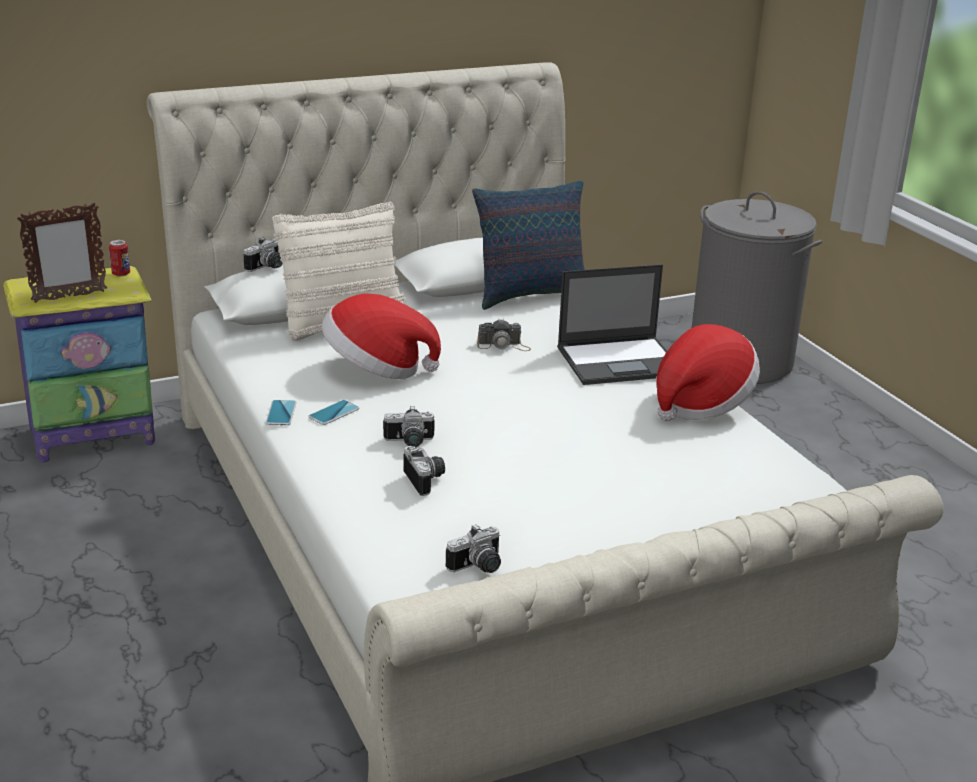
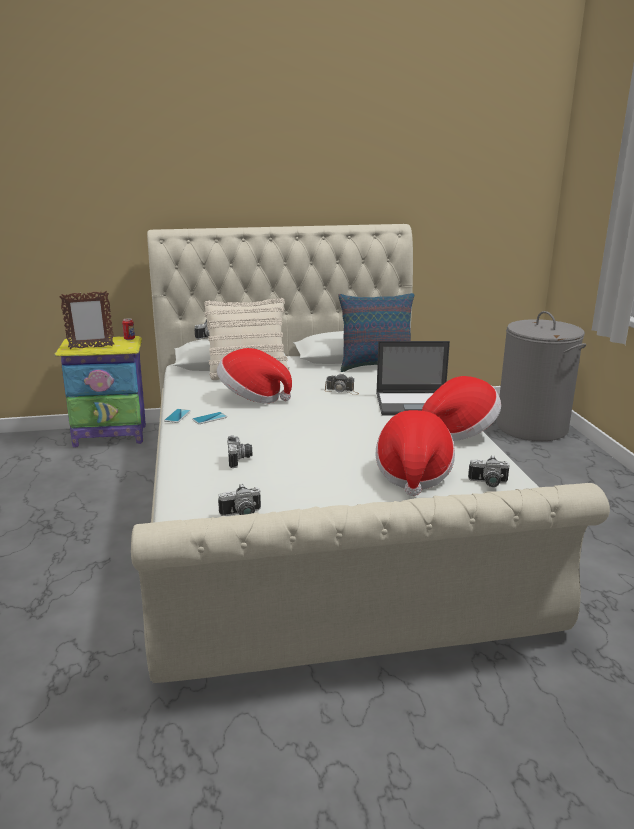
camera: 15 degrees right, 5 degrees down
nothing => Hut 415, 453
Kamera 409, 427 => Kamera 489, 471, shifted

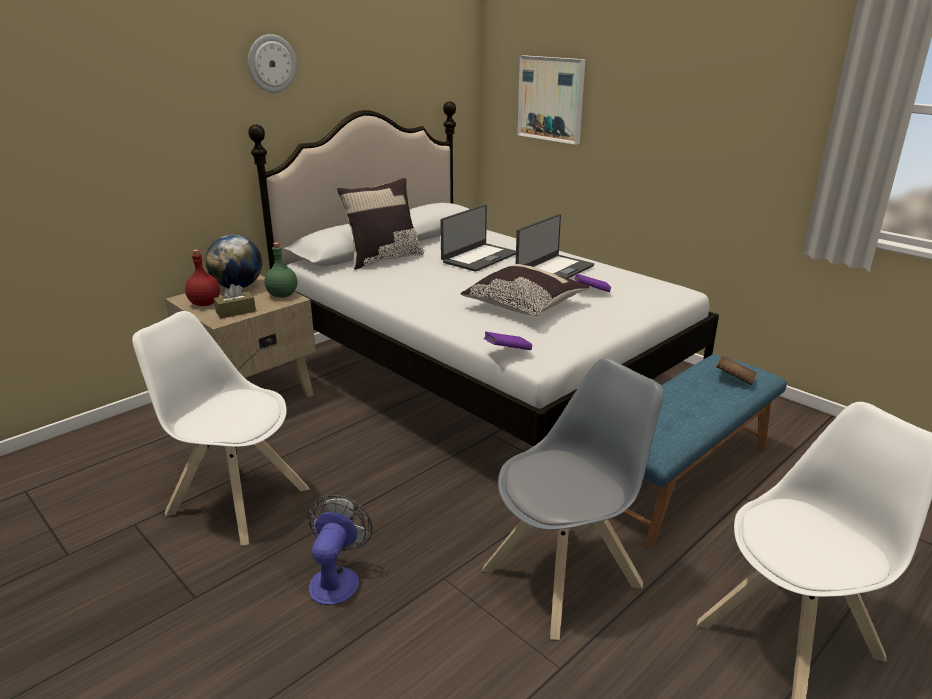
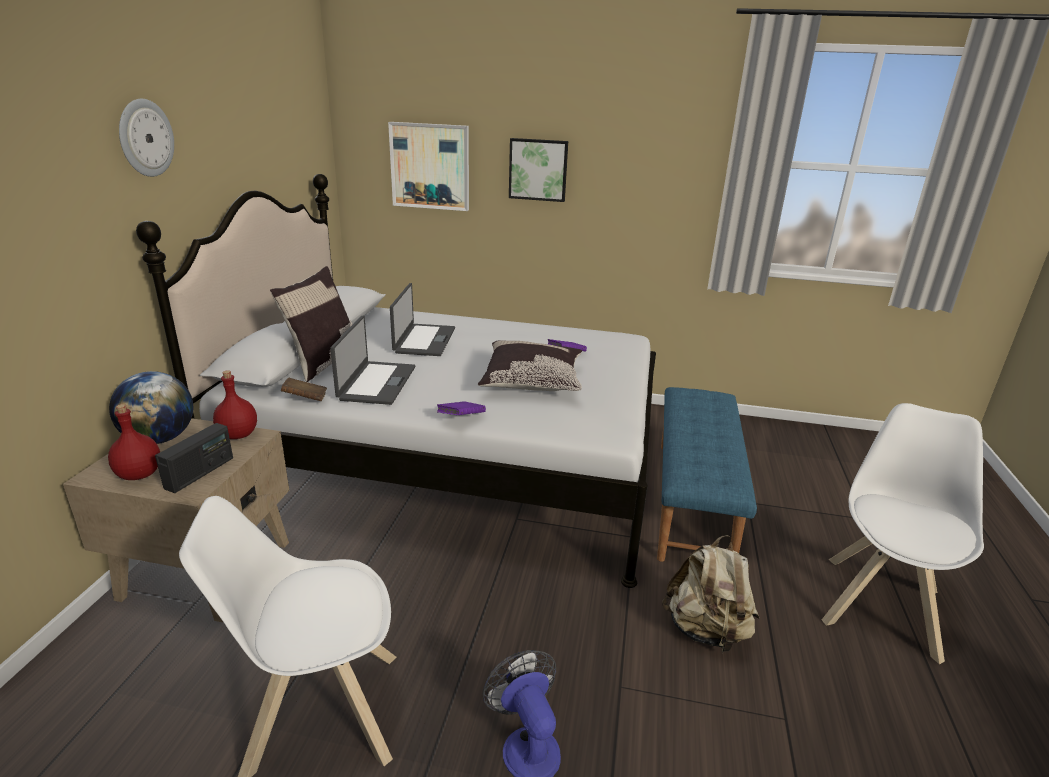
camera: 35 degrees left, 0 degrees up
nothing => Bild 538, 170
Buch/lila 508, 340 => Buch/lila 461, 408, shifted
Laptop 555, 246 => Laptop 372, 360, shifted
Buch/braun 736, 370 => Buch/braun 304, 389, shifted
Taschentuchbox/braun 235, 301 => Radio 194, 458
Stuhl/grau 573, 499 => Rucksack/beige 710, 594
Flasche/grün 280, 270 => Flasche/rot 235, 404

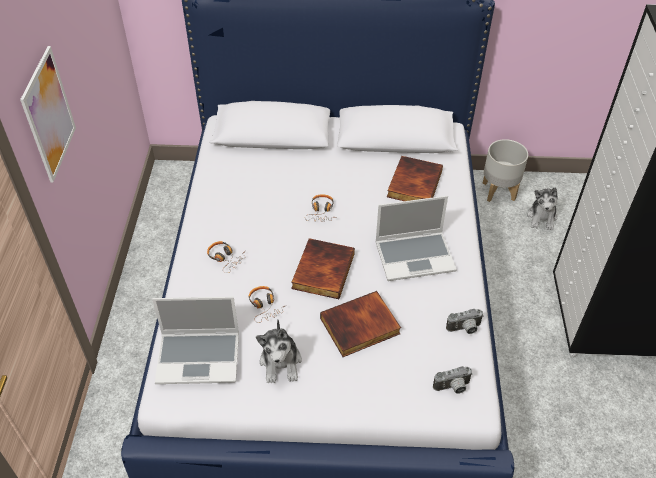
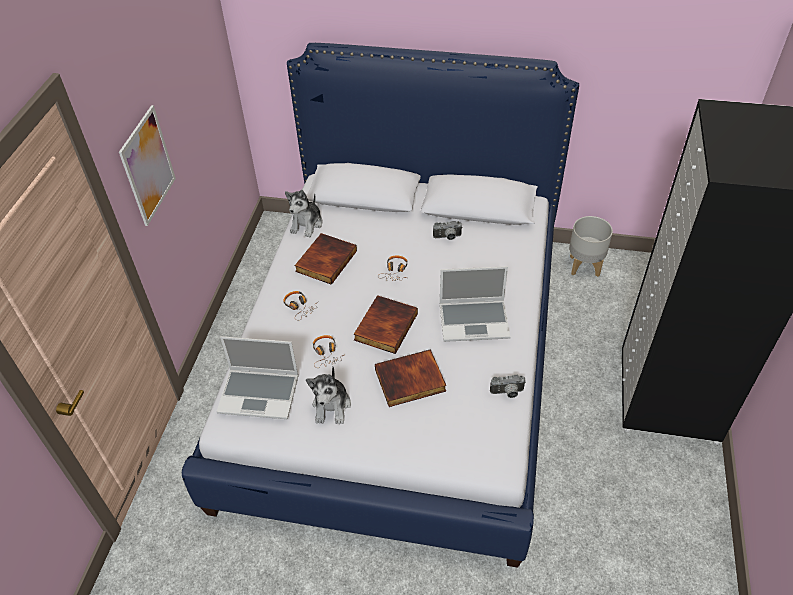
camera: 10 degrees right, 0 degrees up
Buch 415, 178 => Buch 326, 259, shifted
Kamera 453, 380 => Kamera 448, 230, shifted
Plüschtier 542, 209 => Plüschtier 304, 213, shifted

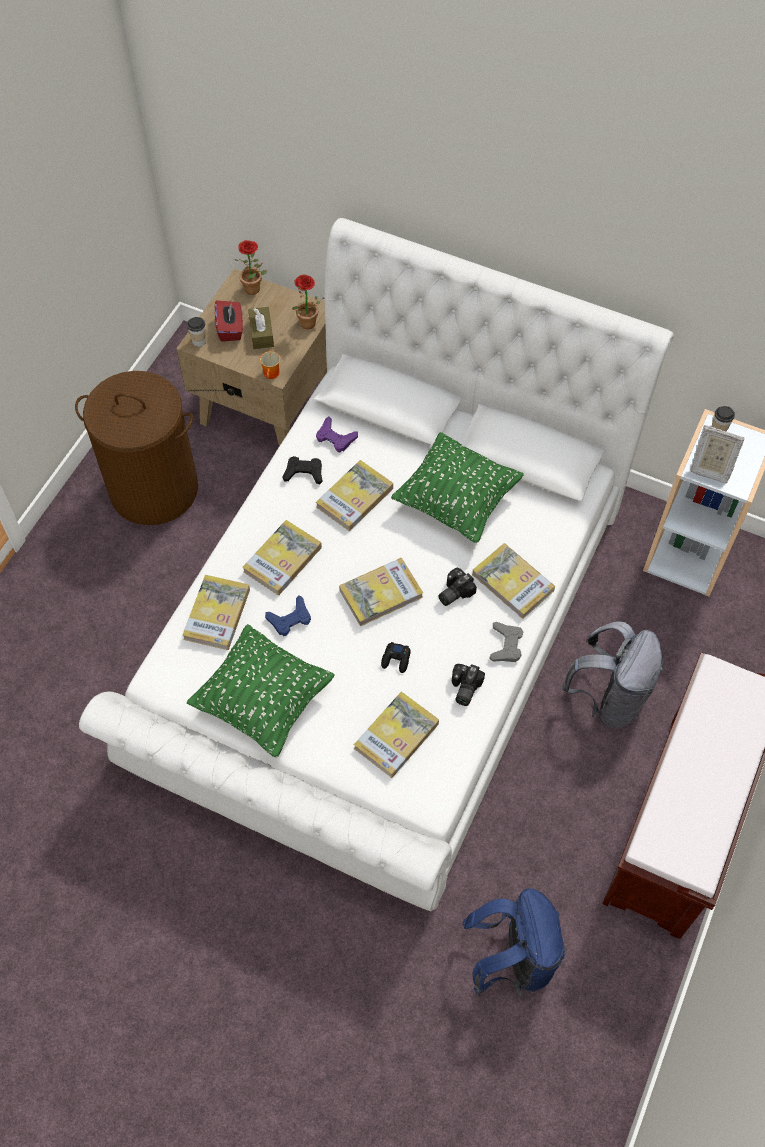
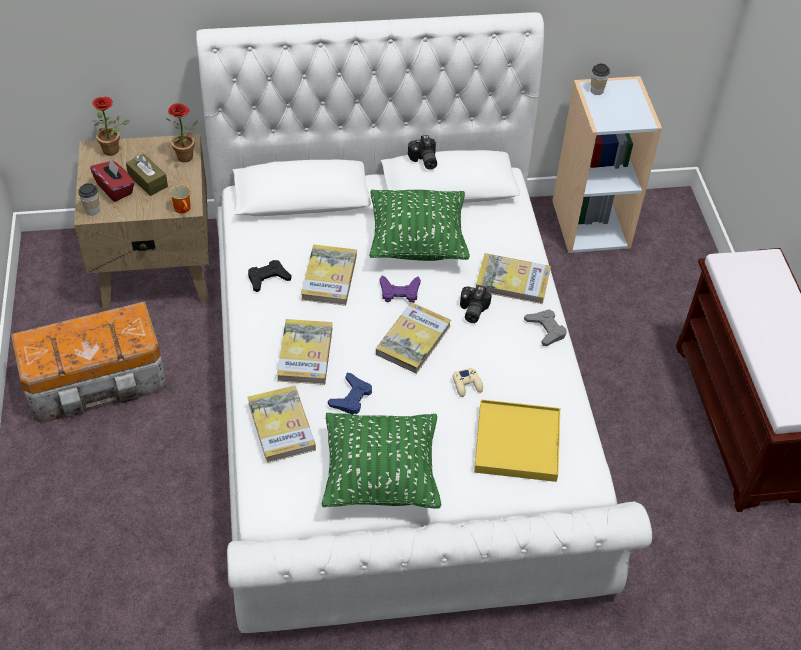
camera: 35 degrees left, 10 degrees down
Rucksack/blau 513, 942 => nothing
Rucksack/grau 612, 675 => nothing
Bilderrahmen 717, 454 => nothing
Gamepad/lila 337, 435 => Gamepad/lila 400, 289, shifted
Kamera 468, 685 => Kamera 422, 152, shifted
Wäschekorb/braun 136, 448 => Aufbewahrungsbox 89, 362
Buch 396, 734 => Tablett/gelb 517, 440
Gamepad/schwarz 396, 657 => Gamepad/beige 468, 382

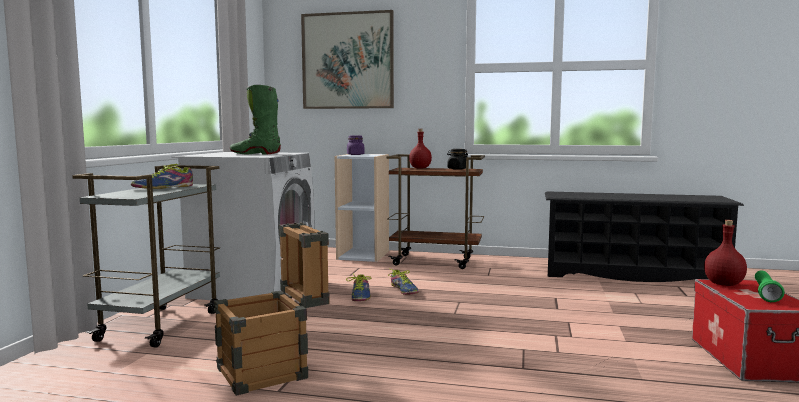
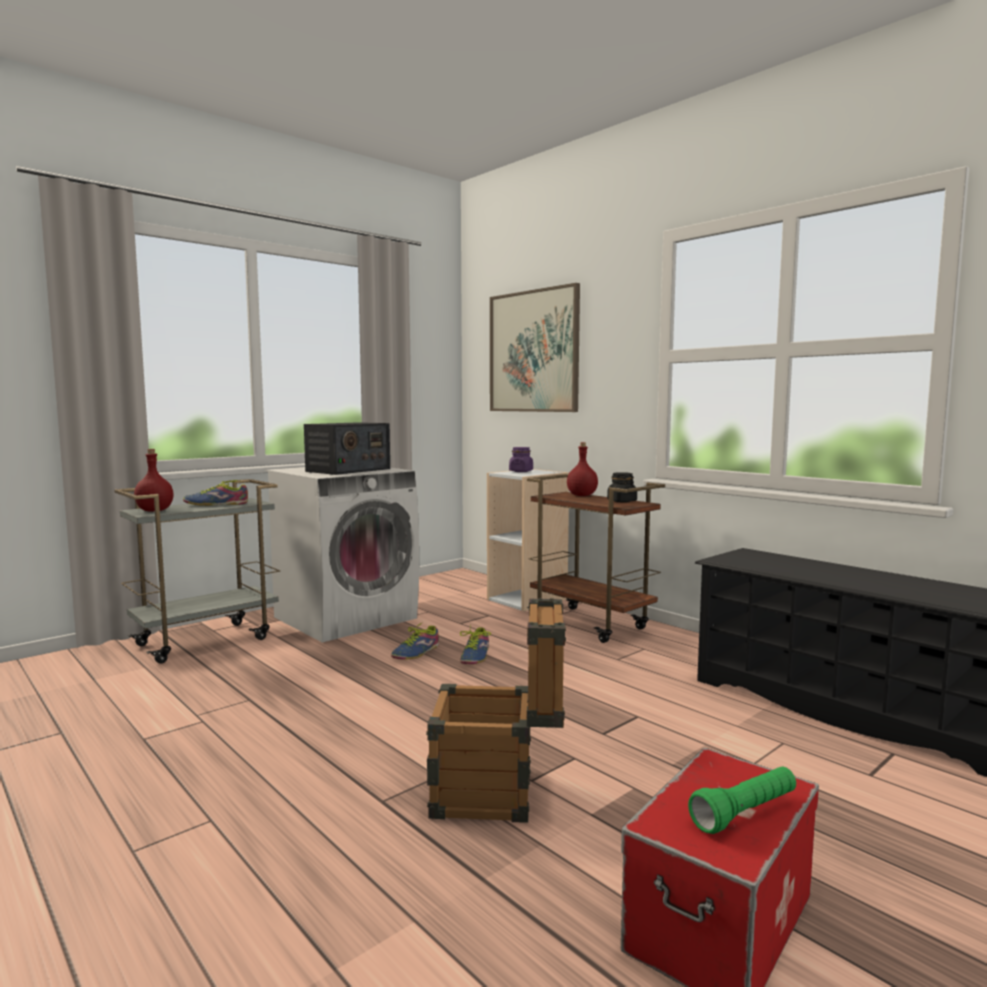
camera: 35 degrees right, 0 degrees up
Kiste 272, 309 => Kiste 496, 710, shifted
Flasche/rot 725, 253 => Flasche/rot 154, 480, shifted
Stiefel/grün 255, 120 => Radio 347, 448

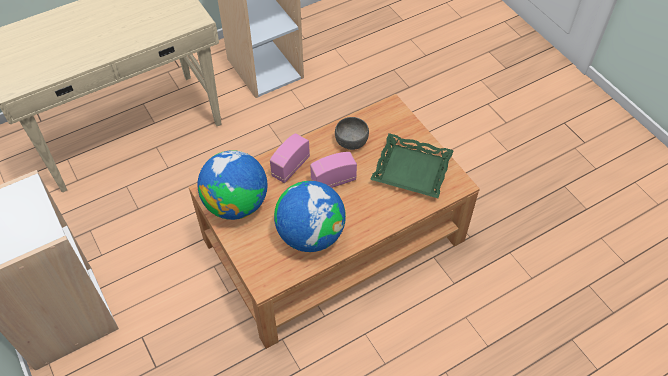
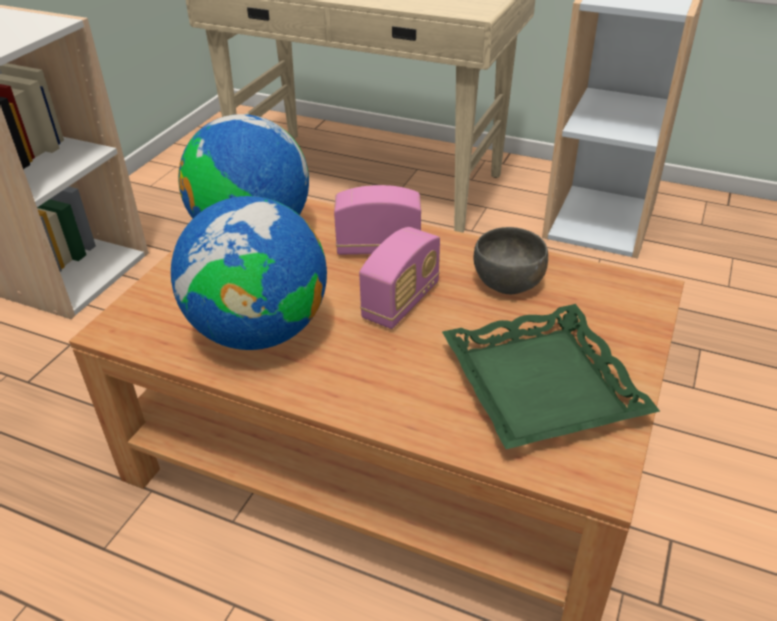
camera: 55 degrees right, 15 degrees down
Radio 333, 170 => Radio 399, 278, 90 degrees clockwise

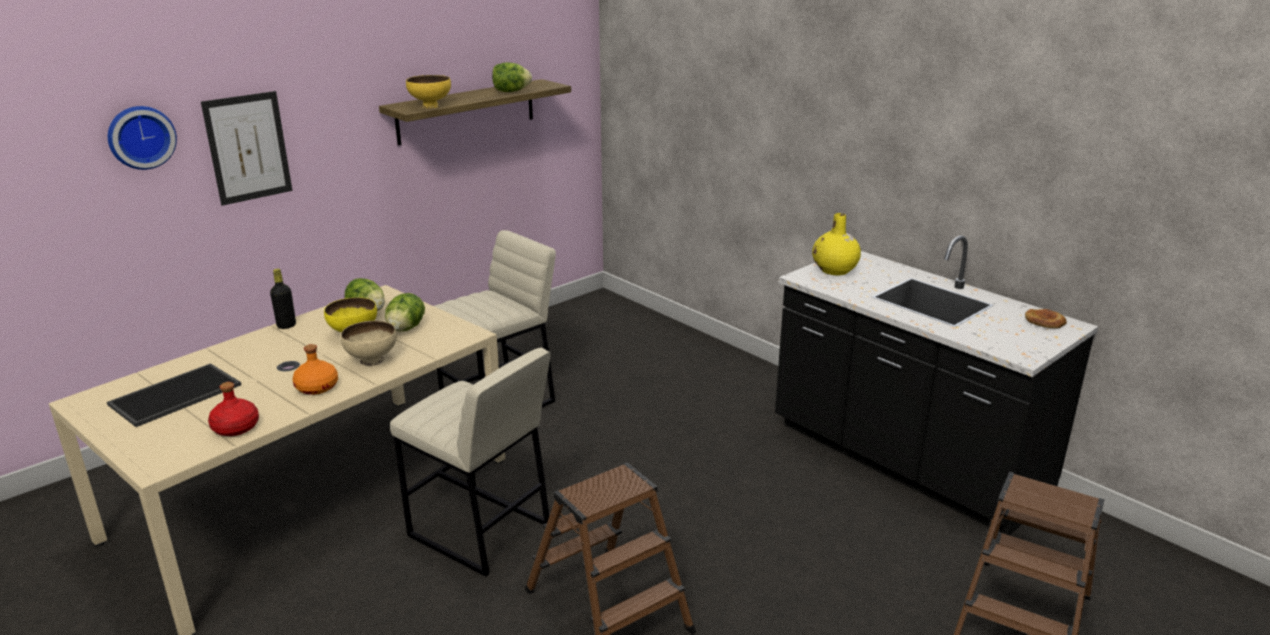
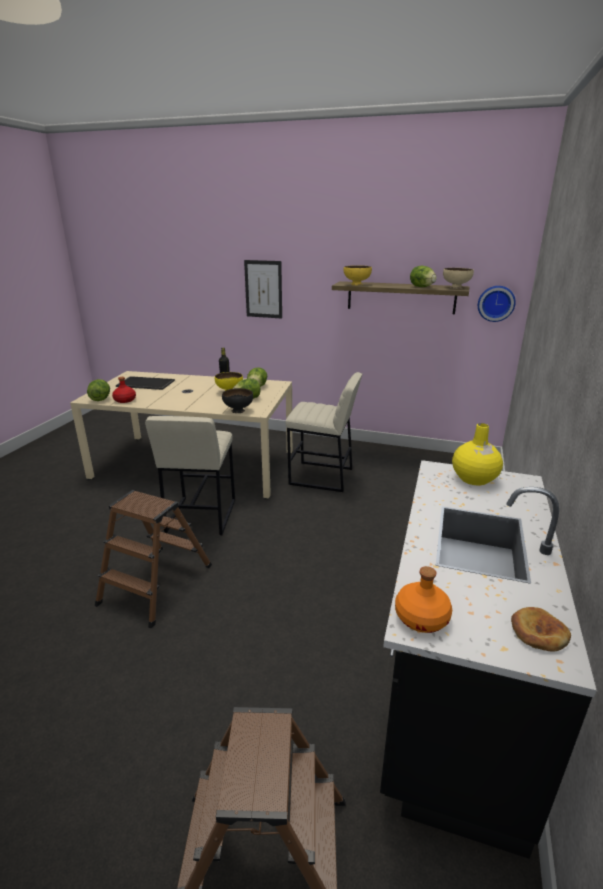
camera: 60 degrees right, 0 degrees up
nothing => Salatkopf 98, 390
nothing => Schüssel/schwarz 237, 400
Wanduhr 142, 138 => Wanduhr 497, 304, shifted
Flasche/orange 315, 369 => Flasche/orange 423, 599, shifted
Schüssel/beige 369, 343 => Schüssel/beige 458, 278, shifted

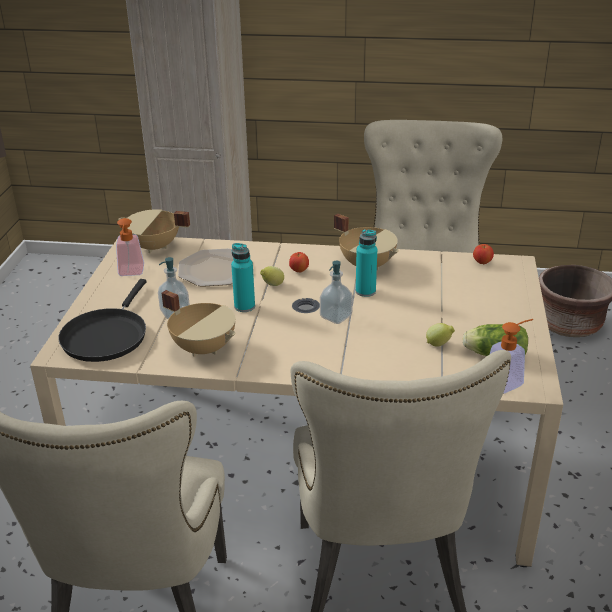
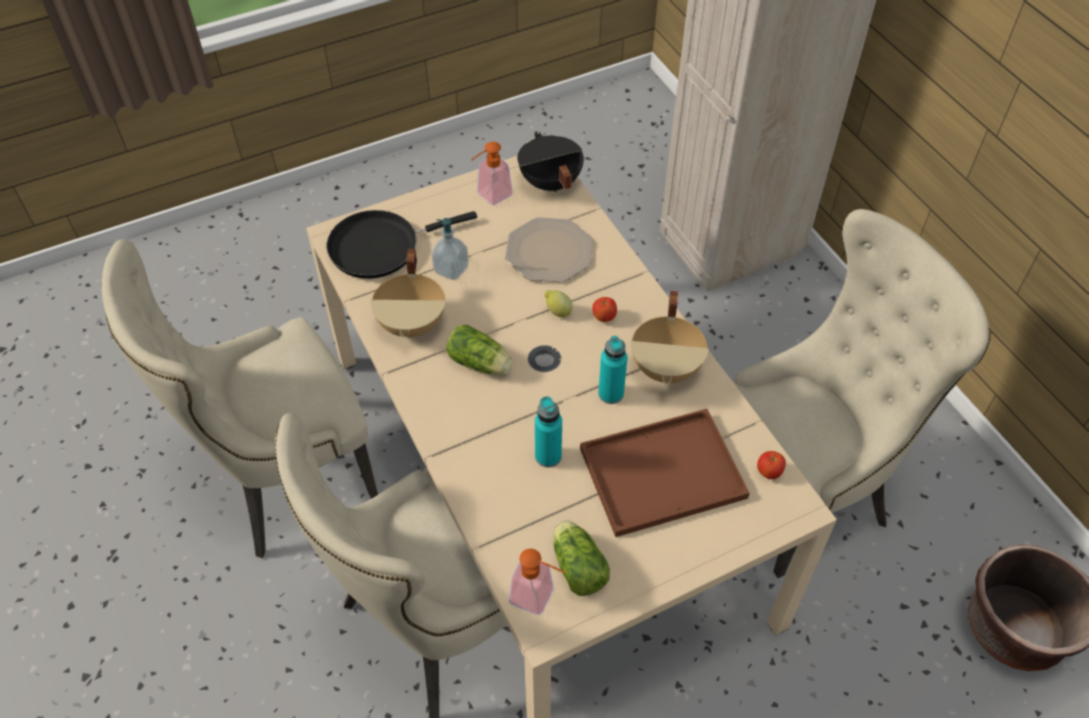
camera: 55 degrees right, 20 degrees up
Seifenspender 336, 292 => nothing
Zitrone 440, 335 => nothing
nothing => Salatkopf 479, 350
nothing => Tablett/braun 665, 473
Flasche/türkis 243, 277 => Flasche/türkis 548, 431, shifted
Kochtopf/beige 154, 231 => Kochtopf/schwarz 550, 162

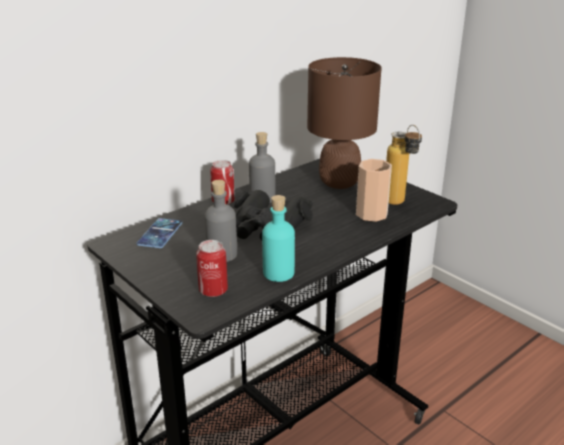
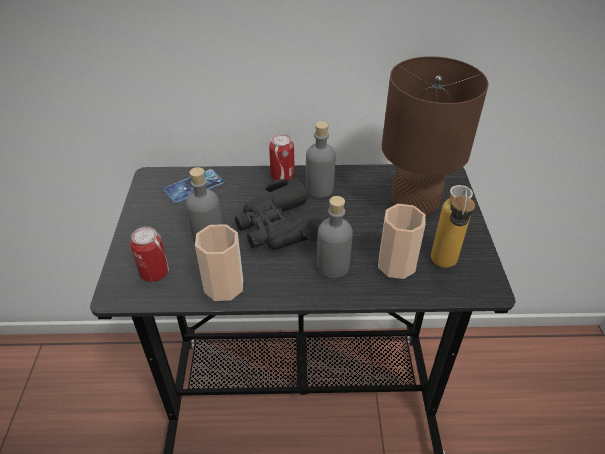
camera: 40 degrees right, 15 degrees up
nothing => Flasche/grau 335, 237
Flasche/türkis 278, 238 => Tasse 219, 262

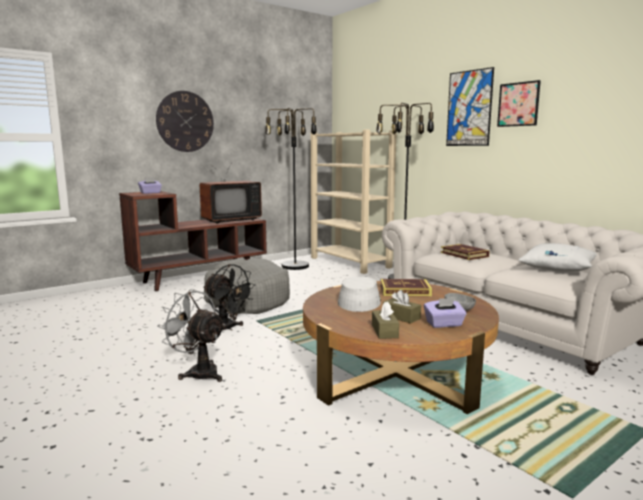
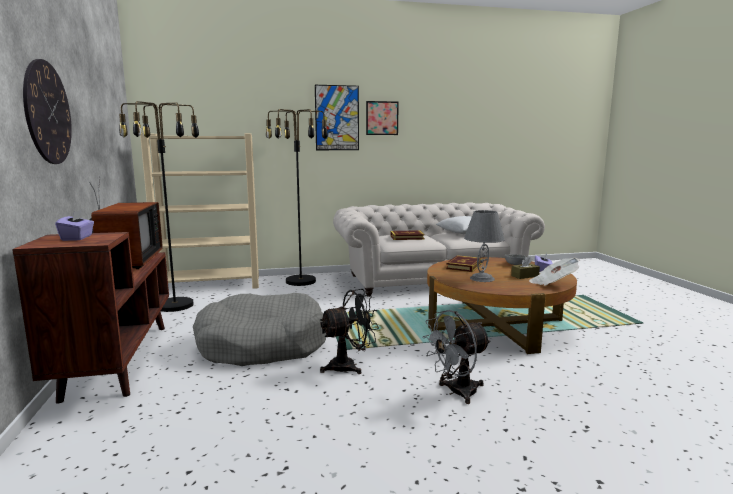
camera: 65 degrees left, 0 degrees up
Hut/grau 359, 294 => Tischlampe/grau 484, 246
Taschentuchbox/braun 385, 320 => Zeitung 554, 272

